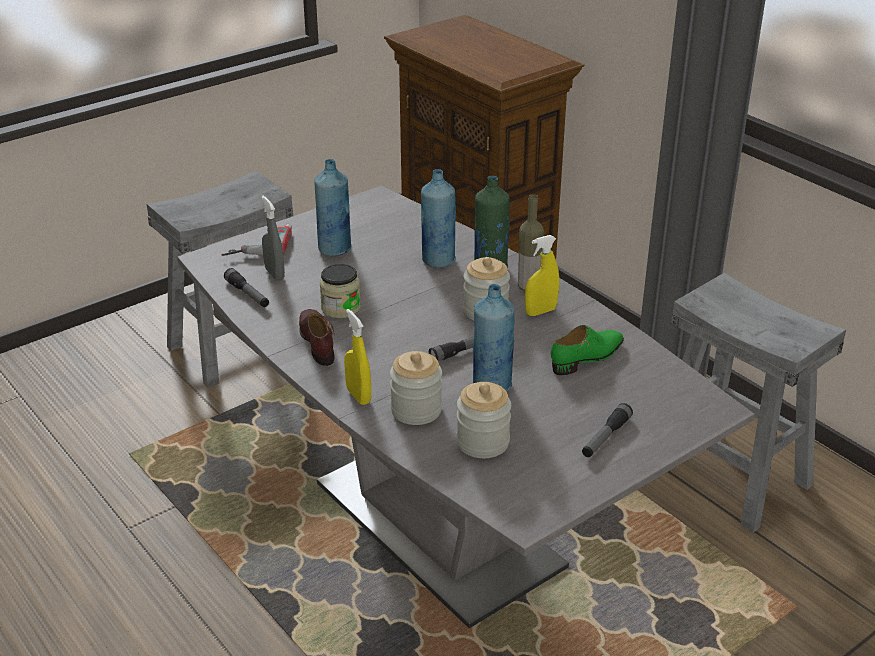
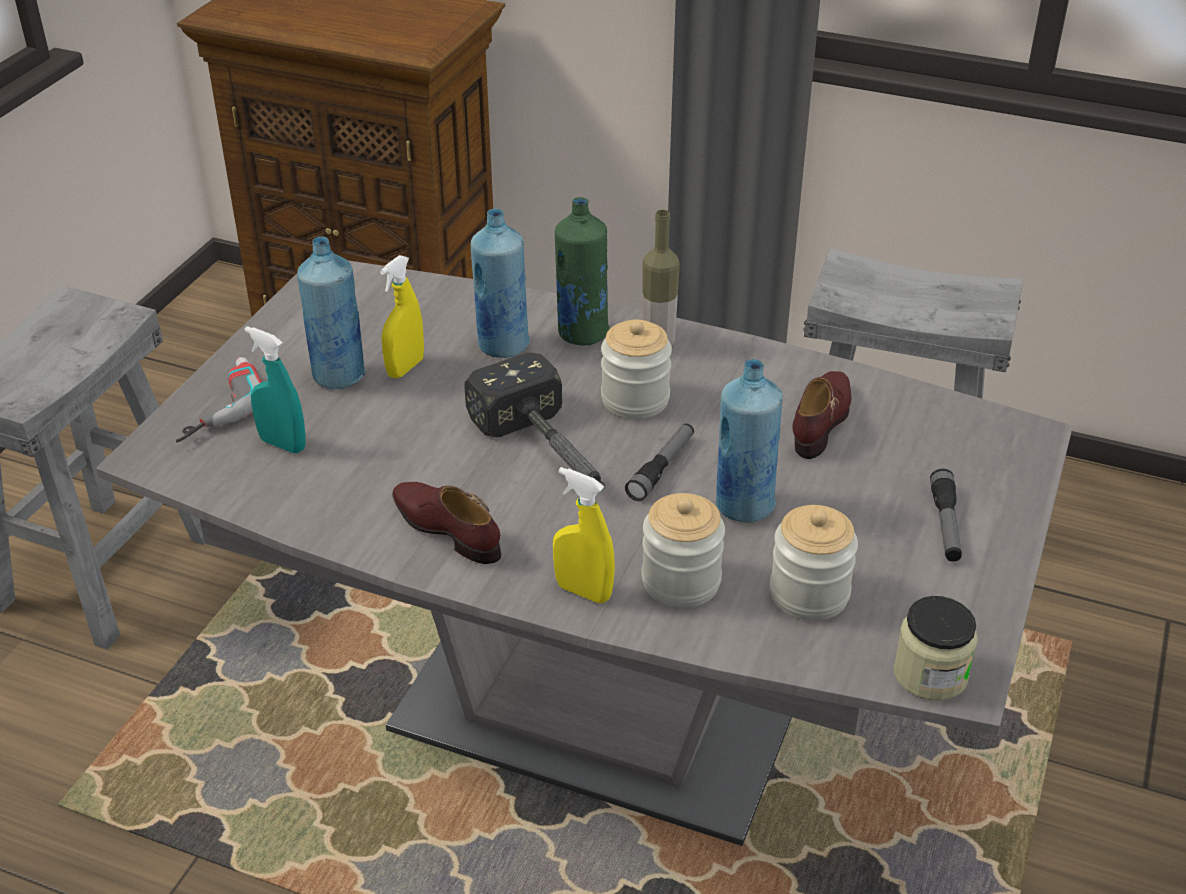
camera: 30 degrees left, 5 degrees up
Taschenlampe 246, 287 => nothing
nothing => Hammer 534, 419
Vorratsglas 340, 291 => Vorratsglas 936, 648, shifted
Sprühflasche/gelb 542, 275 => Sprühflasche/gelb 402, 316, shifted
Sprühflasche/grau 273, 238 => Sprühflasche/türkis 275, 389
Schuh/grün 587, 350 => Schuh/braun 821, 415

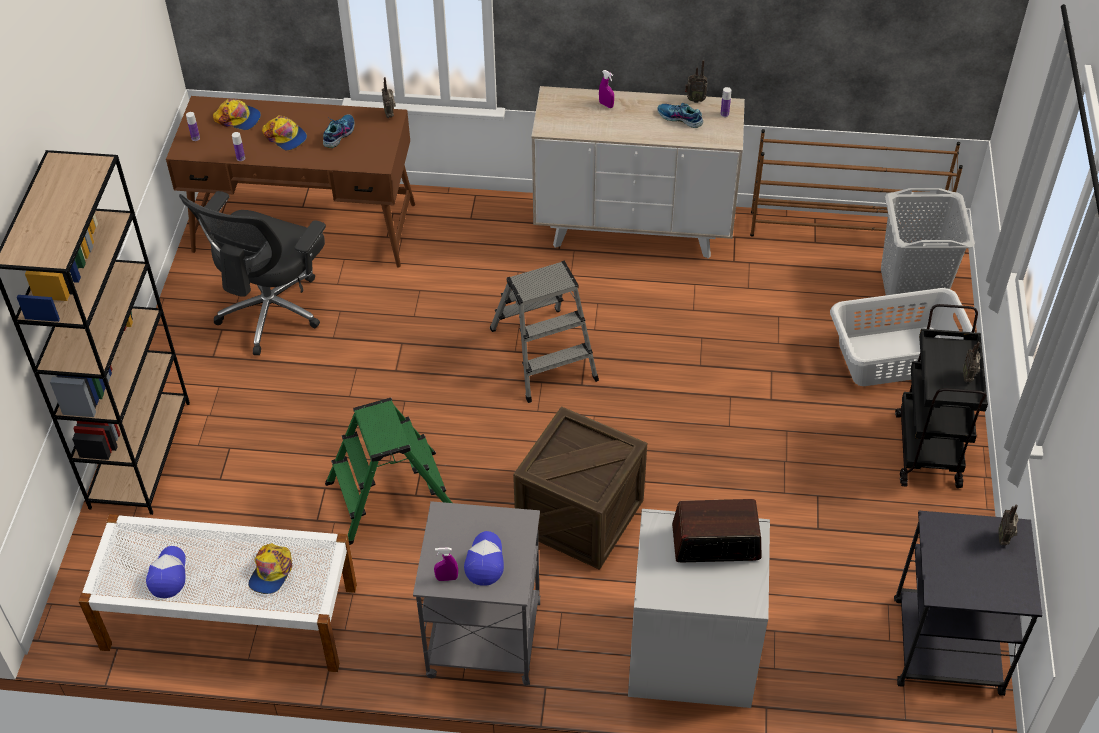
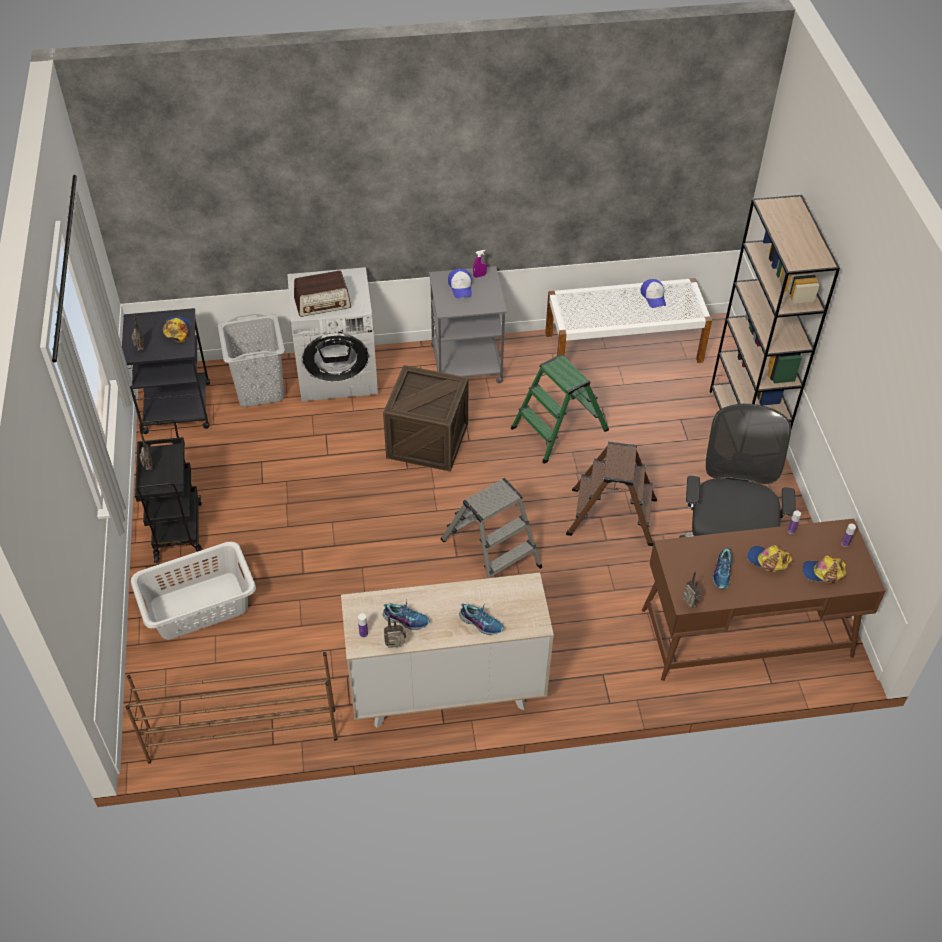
camera: 165 degrees right, 0 degrees up
nothing => Trittleiter/braun 611, 494
Kappe 270, 568 => Kappe 176, 329, shifted
Wäschekorb/grau 928, 247 => Wäschekorb/grau 251, 360, shifted
Sprühflasche/lila 606, 89 => Schuh 481, 619

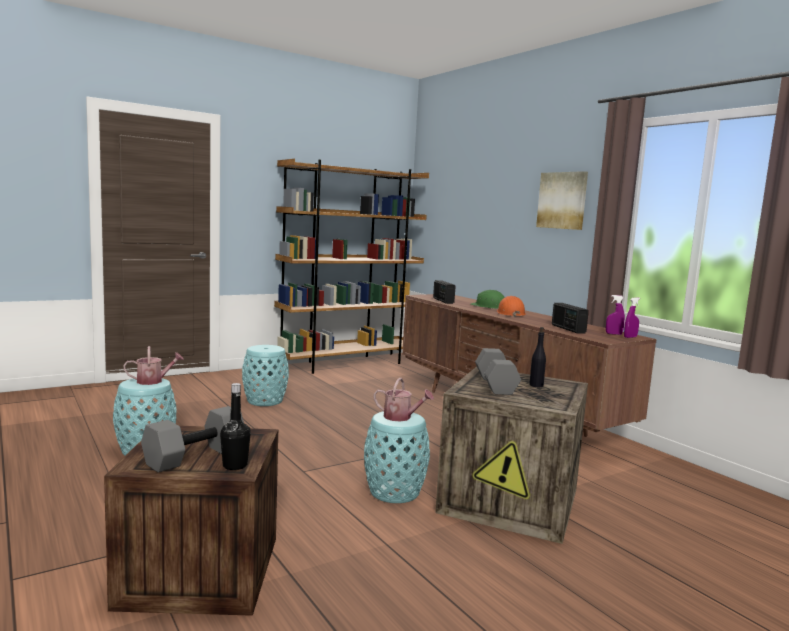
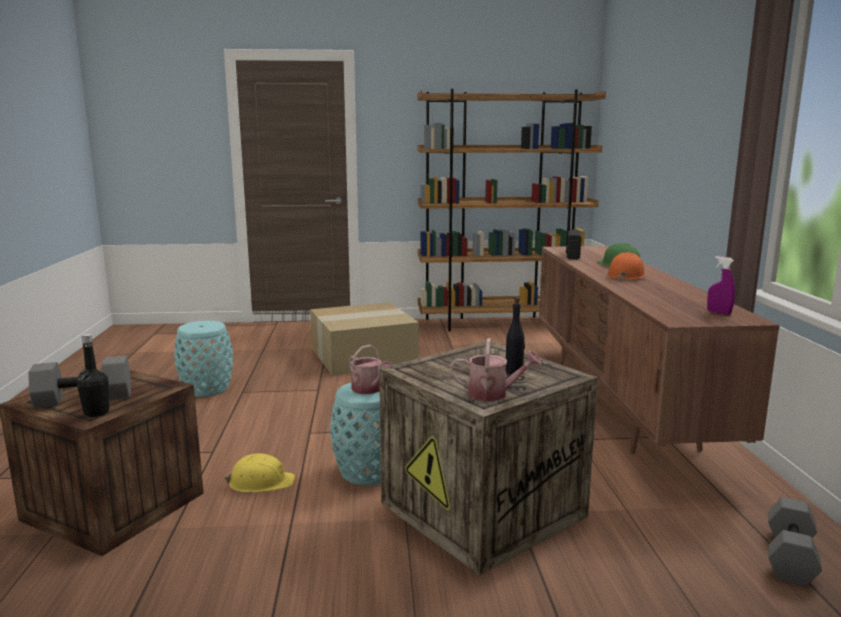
camera: 30 degrees right, 5 degrees up
Bild 562, 200 => nothing
Radio 570, 318 => nothing
Sprühflasche/lila 632, 317 => nothing
nothing => Schutzhelm/gelb 259, 473
Gießkanne 153, 365 => Gießkanne 495, 369, shifted
Hantel/grau 498, 371 => Hantel/grau 795, 541, shifted
Hocker/türkis 265, 375 => Karton 364, 338

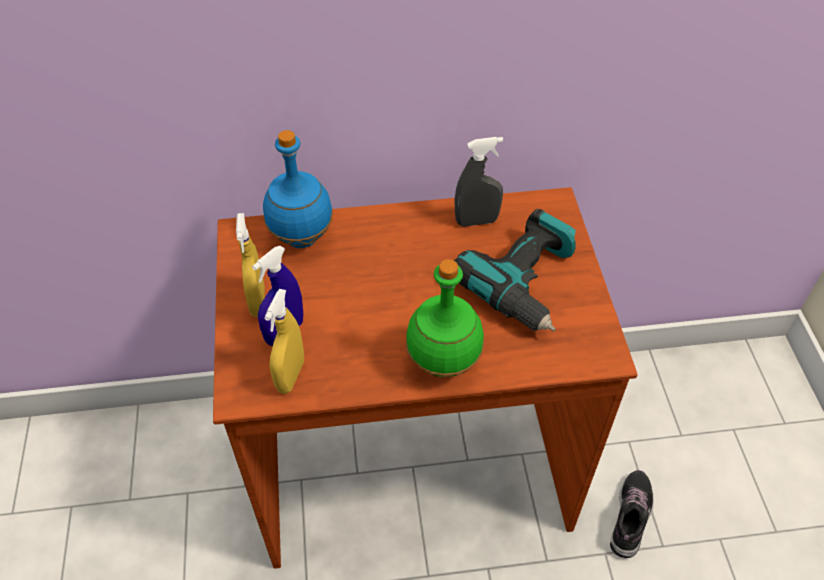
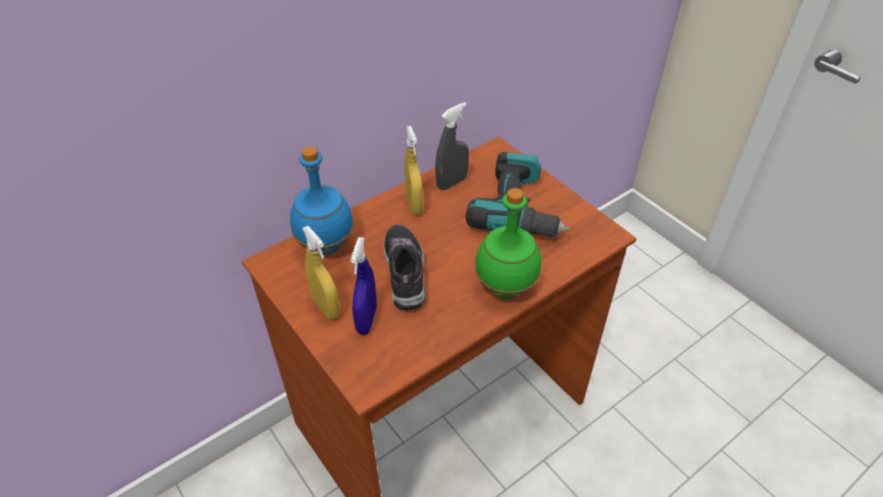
camera: 30 degrees left, 5 degrees down
Sprühflasche/gelb 284, 341 => Sprühflasche/gelb 413, 170, shifted
Schuh 632, 514 => Schuh 405, 267, shifted

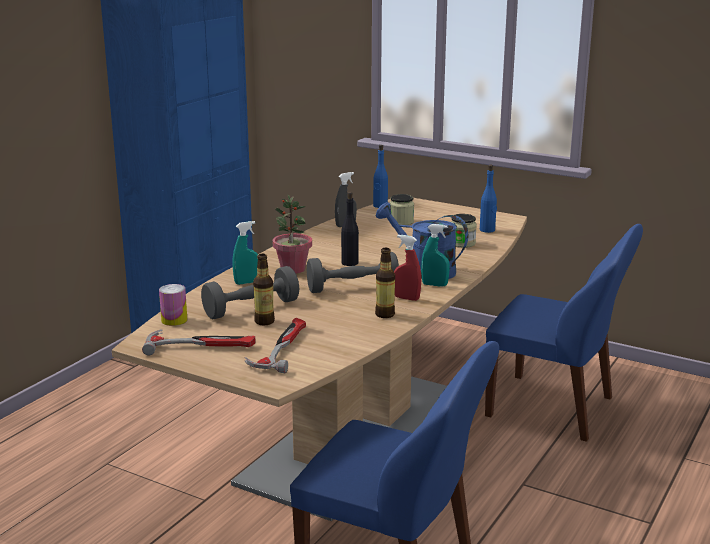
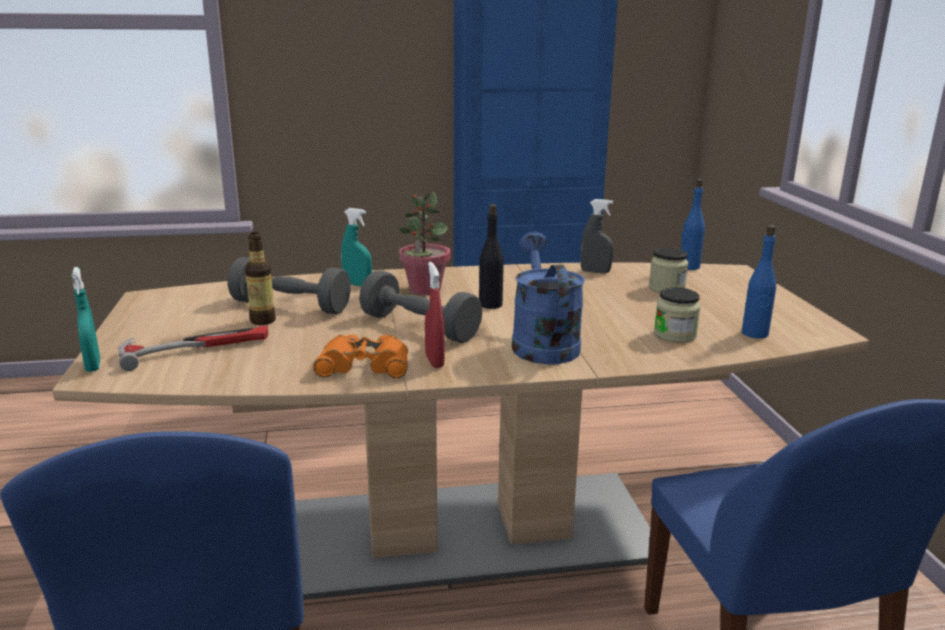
camera: 50 degrees right, 0 degrees up
Hammer 199, 342 => nothing
Dose 173, 305 => nothing
Sprühflasche/türkis 435, 255 => Sprühflasche/türkis 86, 319, shifted
Flasche 385, 283 => Fernglas/orange 360, 356

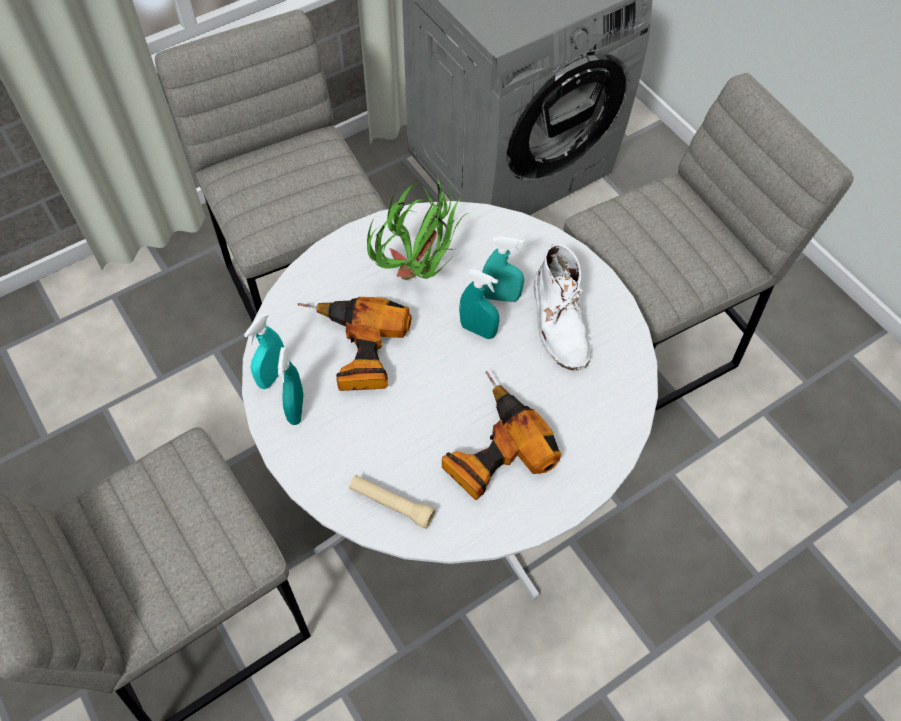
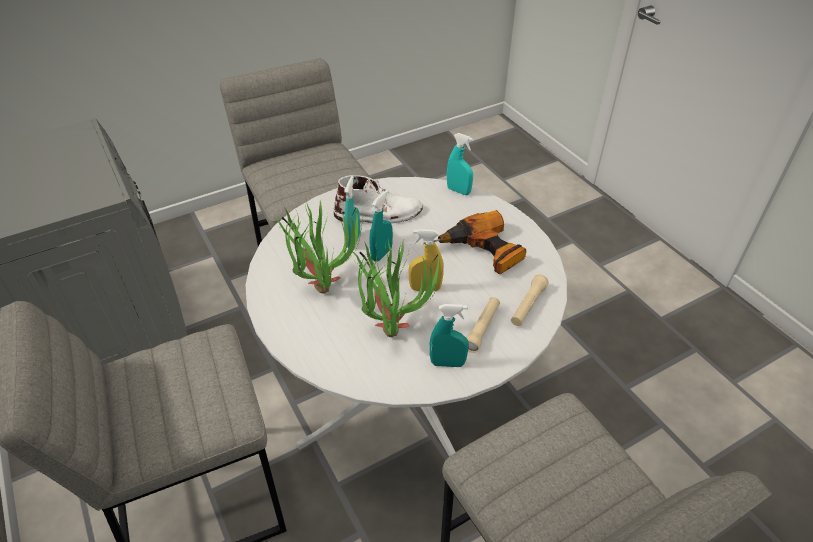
camera: 85 degrees left, 15 degrees down
nothing => Sprühflasche/gelb 426, 260
nothing => Taschenlampe/beige 483, 325
Sprühflasche/türkis 264, 351 => Sprühflasche/türkis 460, 164, shifted
Bohrmaschine 354, 344 => Topfpflanze 397, 287

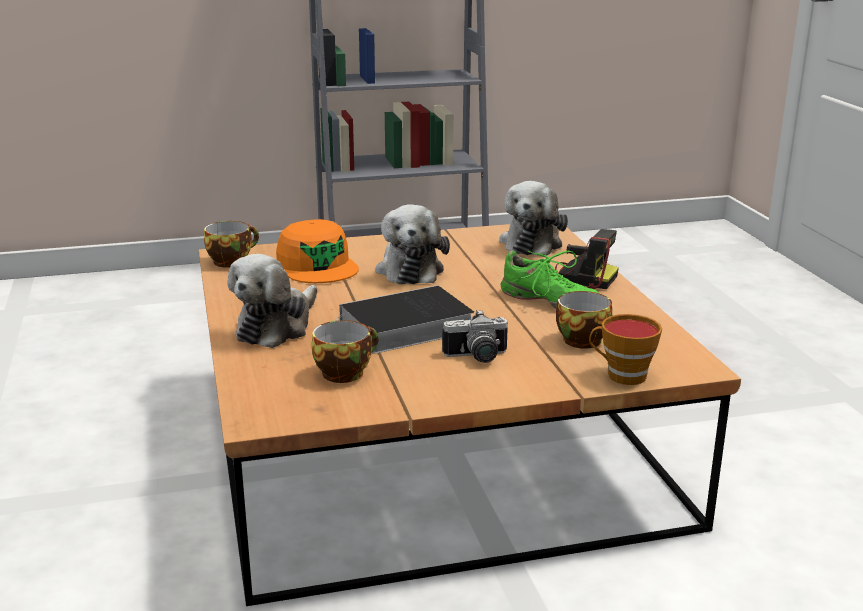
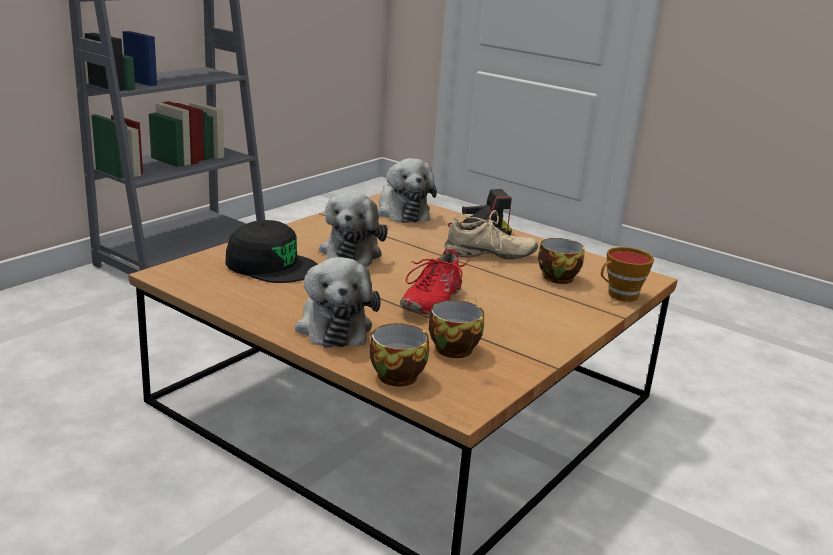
camera: 40 degrees left, 0 degrees up
Kamera 475, 336 => nothing
Tasse 231, 244 => Tasse 399, 355, shifted
Buch 404, 319 => Schuh/rot 434, 281
Kappe/orange 317, 251 => Kappe/schwarz 271, 251
Schuh/grün 550, 279 => Schuh/beige 491, 235
Plüschtier 412, 244 => Plüschtier 353, 229, 45 degrees clockwise

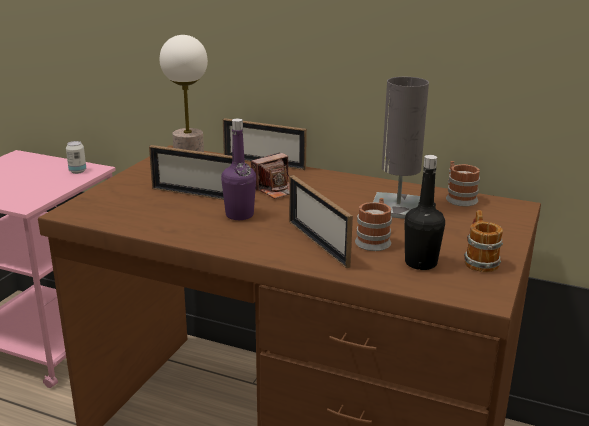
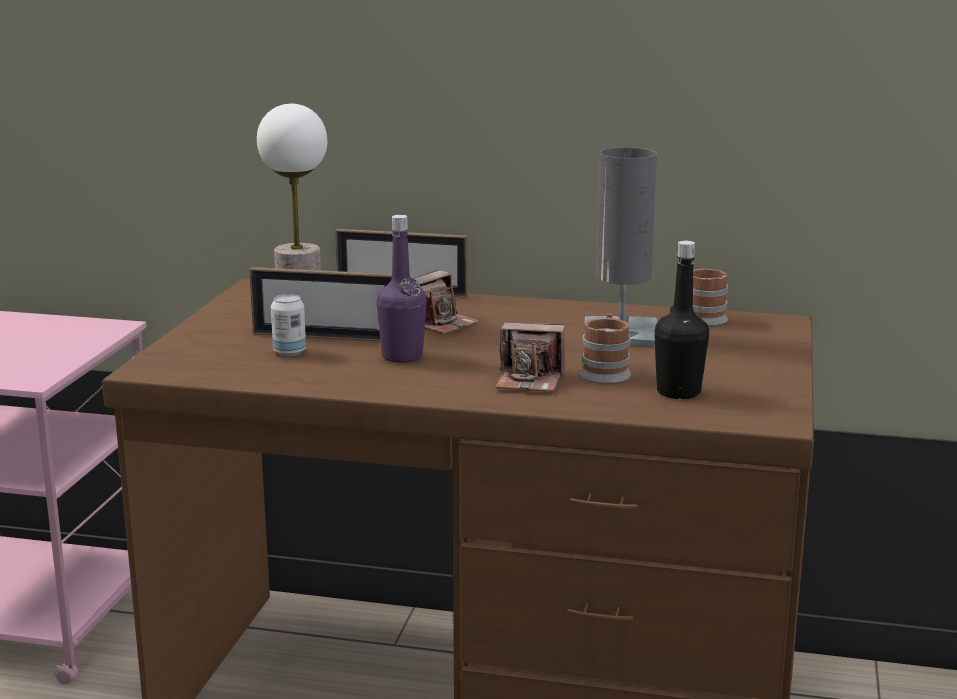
camera: 10 degrees left, 5 degrees down
Henkelbecher 483, 241 => nothing
Dose 76, 157 => Dose 288, 325, shifted
Bilderrahmen 321, 221 => Kamera 530, 357

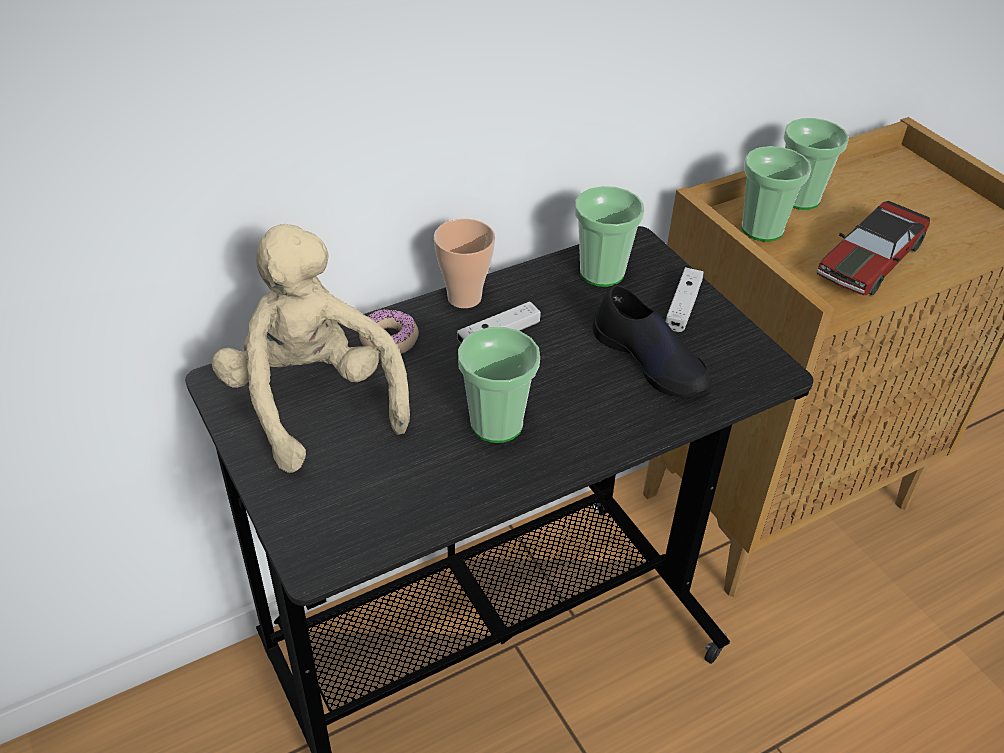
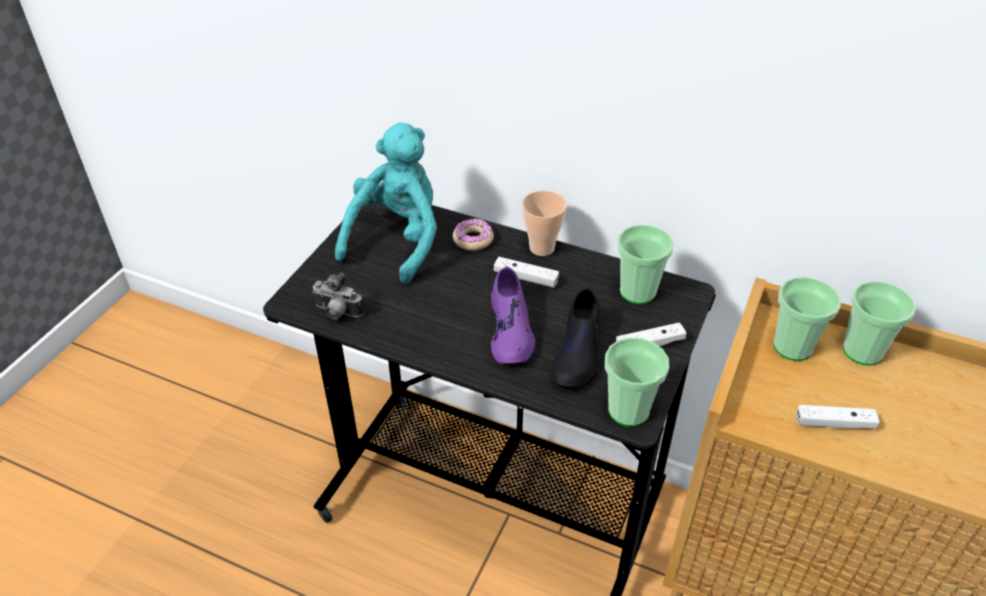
camera: 55 degrees right, 0 degrees up
nothing => Kamera 338, 296
nothing => Schuh/lila 513, 315
Tasse 499, 385 => Tasse 637, 382, shifted
Spielzeugauto 873, 248 => Gamepad/weiß 838, 417
Plüschtier/beige 311, 348 => Plüschtier/türkis 386, 203

